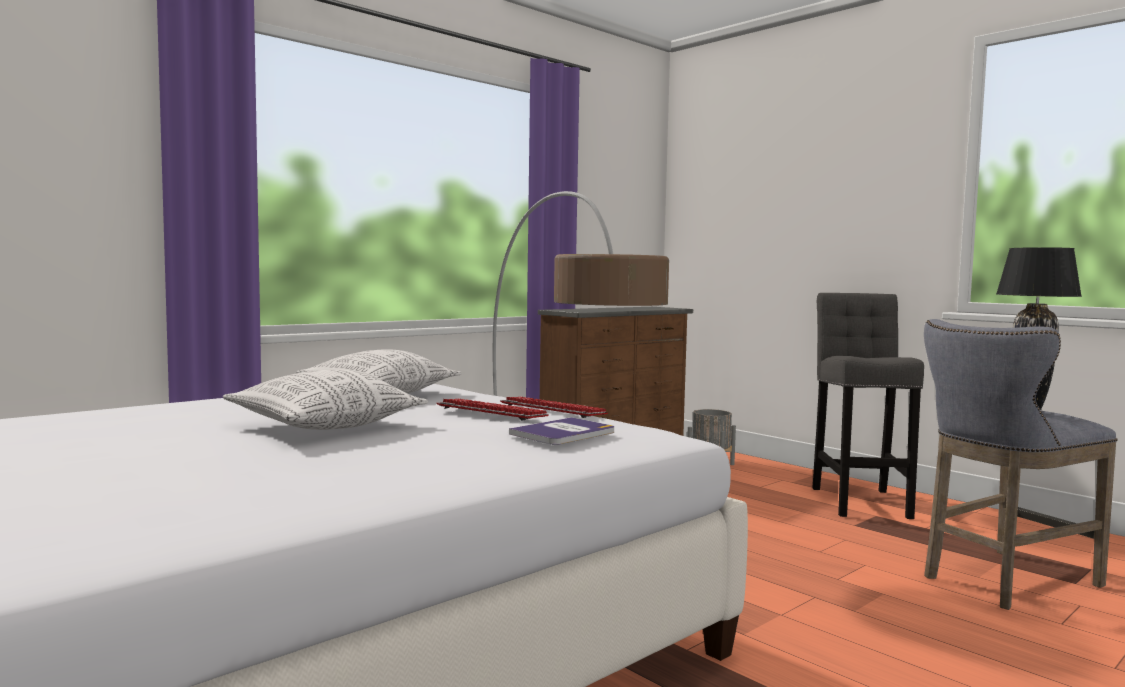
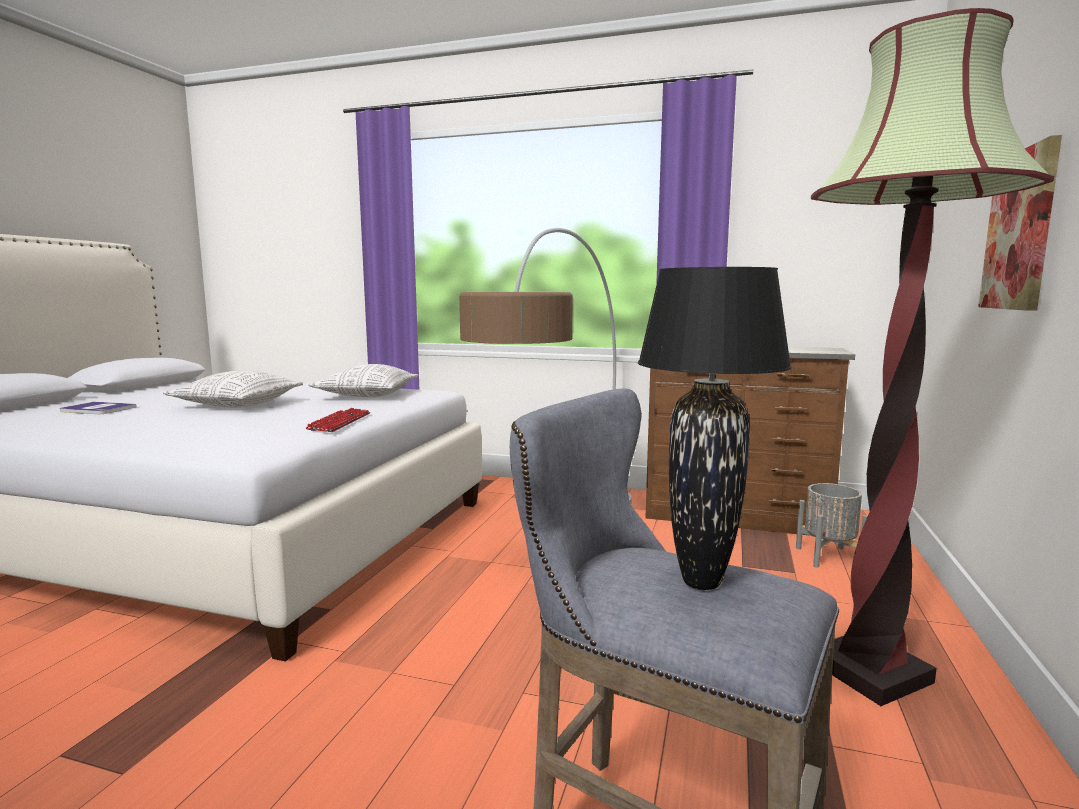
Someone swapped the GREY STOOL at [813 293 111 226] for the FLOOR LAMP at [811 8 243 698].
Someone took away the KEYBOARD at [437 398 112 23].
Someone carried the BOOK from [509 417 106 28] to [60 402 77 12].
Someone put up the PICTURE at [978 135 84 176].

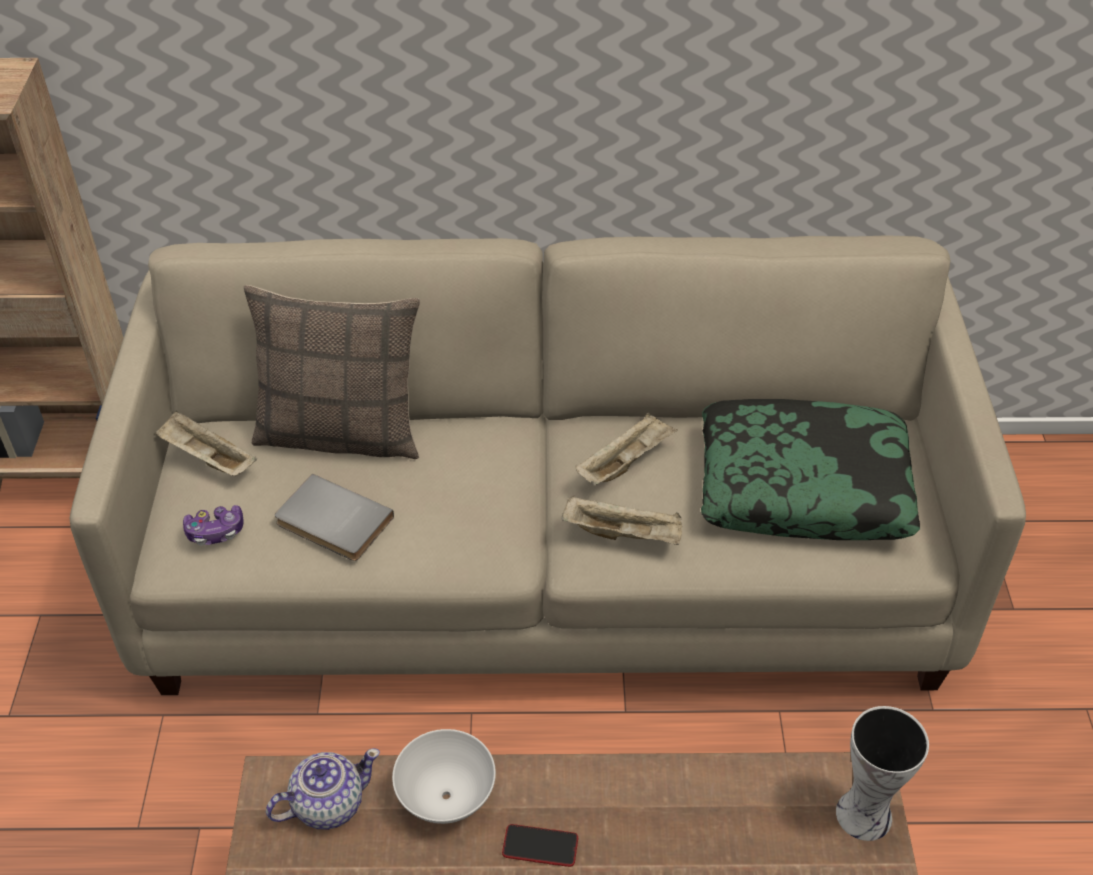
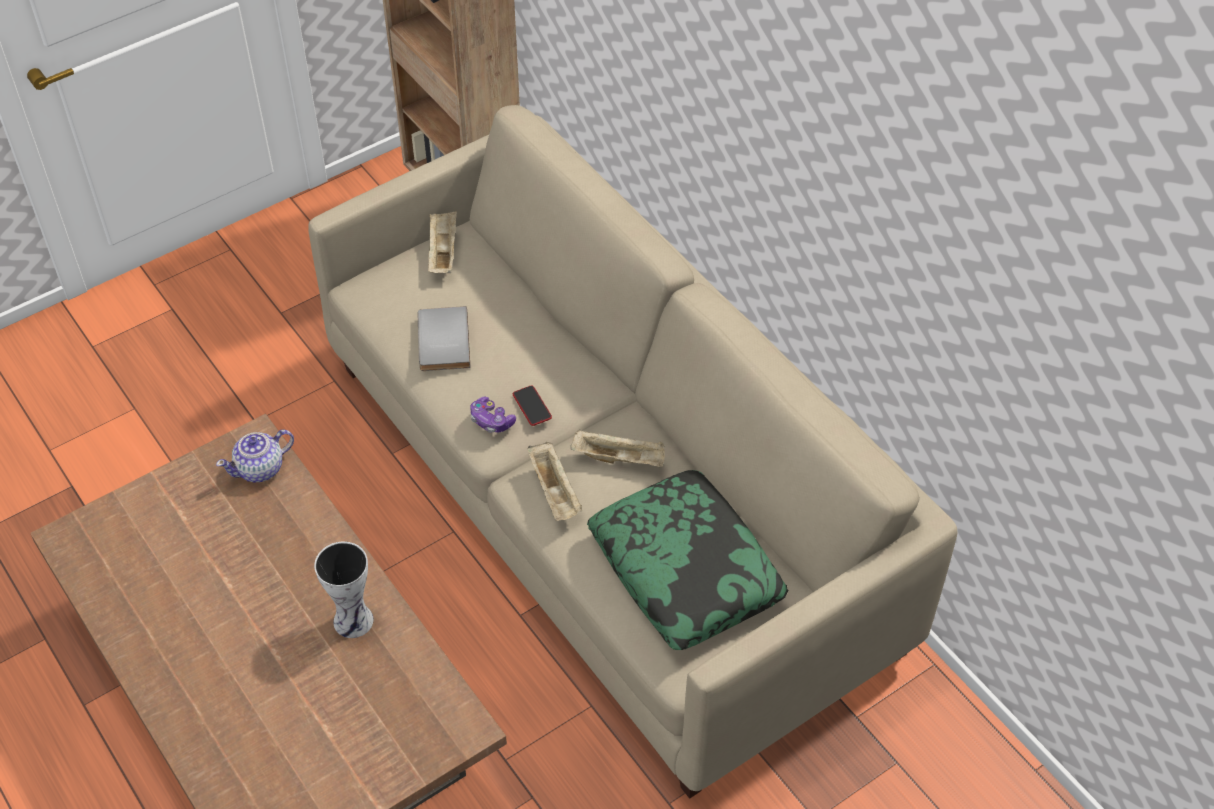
Someone took away the PILLOW at [244 285 176 174].
Someone carried the GAME CONTROLLER from [183 505 61 40] to [470 397 46 36].
Someone carried the VASE from [836 706 93 135] to [314 541 60 97].
Someone took away the WHITE BOWL at [392 729 104 95].
Someone rotated the TEAPOT at [266 748 114 82] by 120 degrees clockwise.
Someone carried the PHONE from [502 824 76 43] to [513 385 39 41].

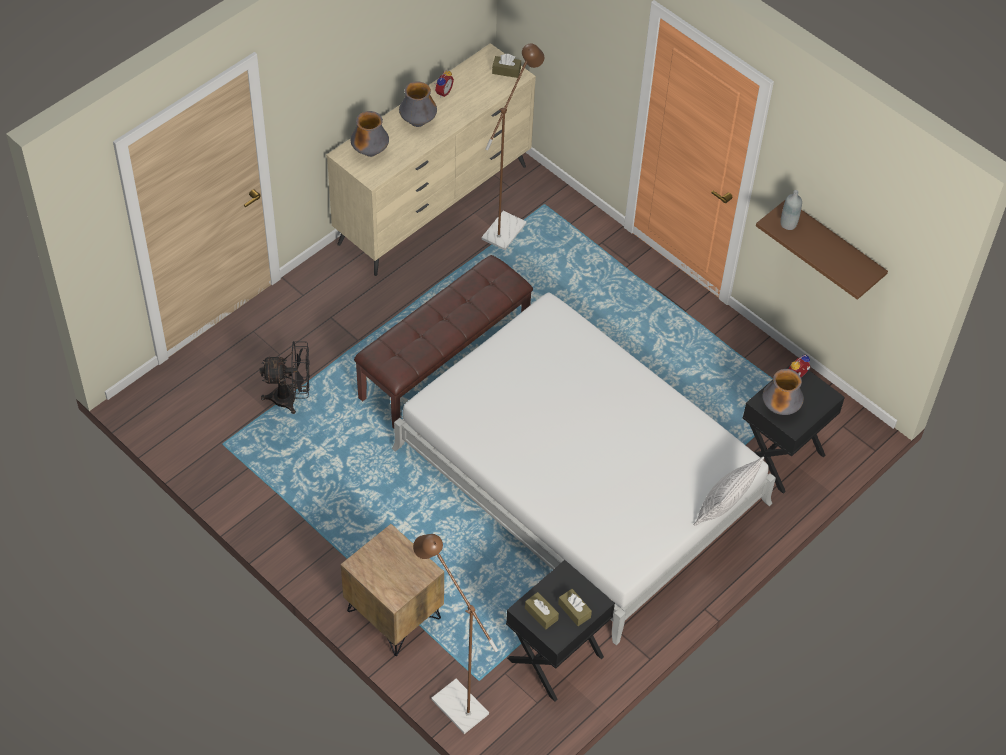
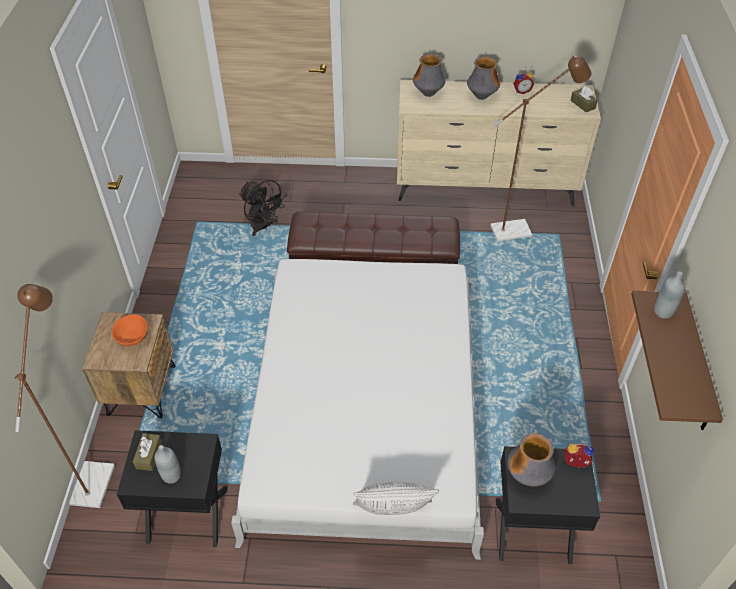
Someone swapped the BROWN TISSUE BOX at [558 589 34 37] for the GREY BOTTLE at [155 445 26 39].
Someone put down the ORANGE BOWL at [112 315 36 31].

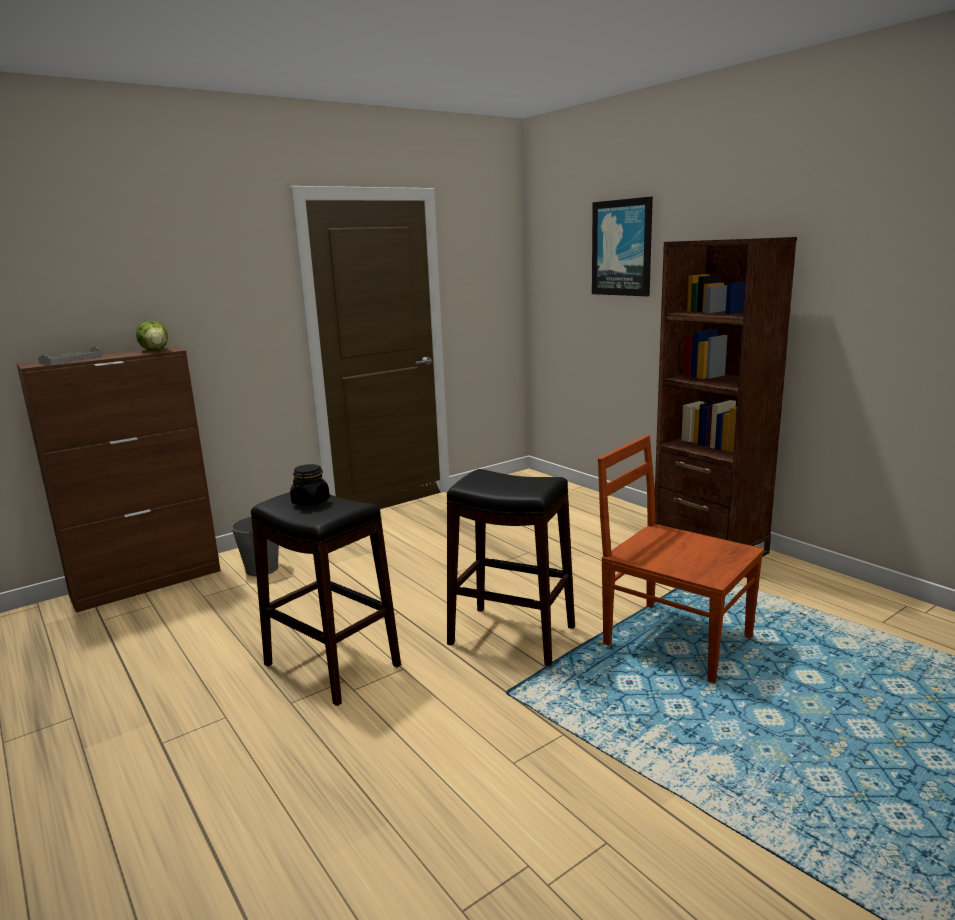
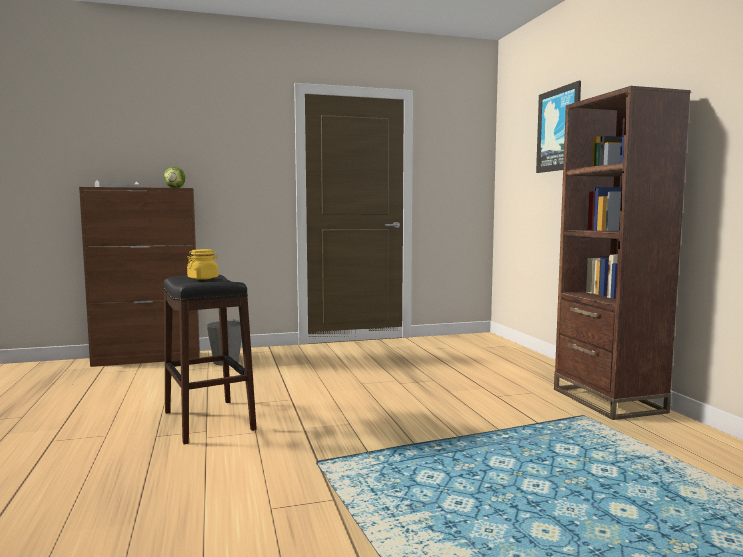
Someone took away the BROWN CHAIR at [598 435 166 248].
Someone repainted the BLACK JAR at [290 464 40 42], which became the YELLOW JAR at [187 249 31 31].
Someone took away the BLACK STOOL at [447 469 128 197].

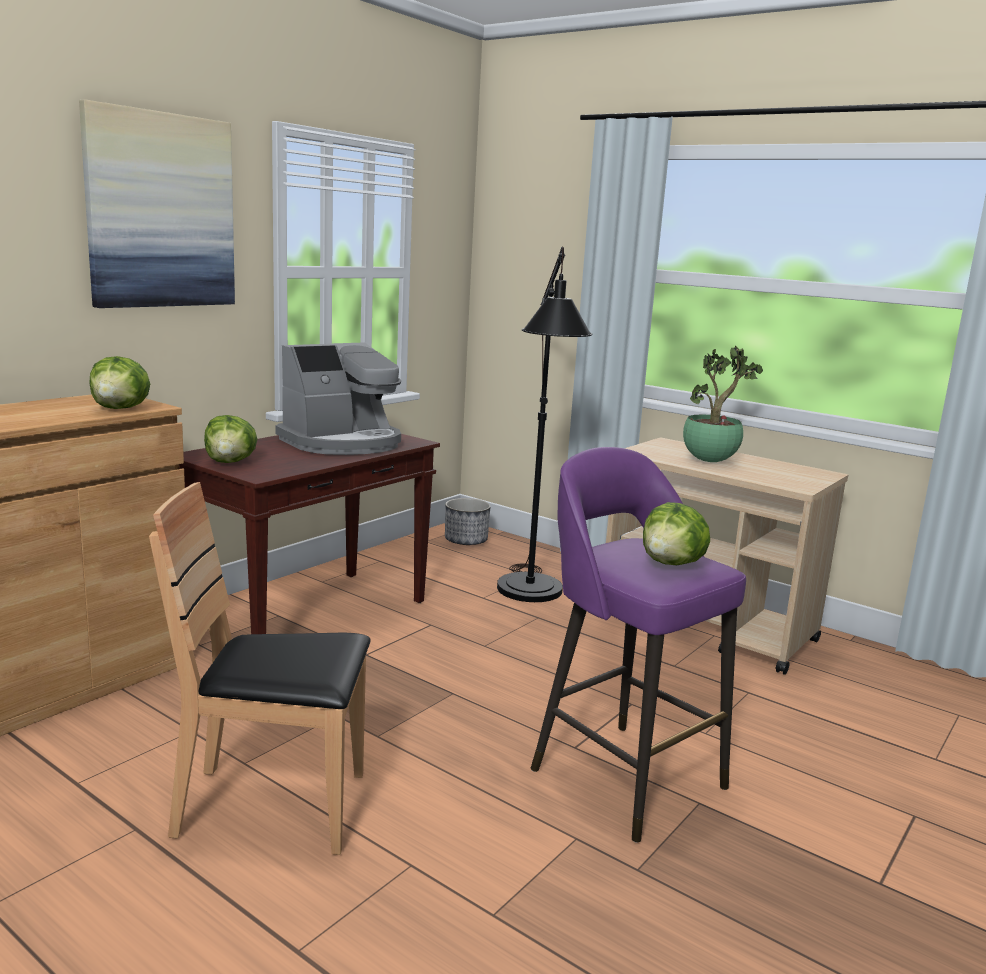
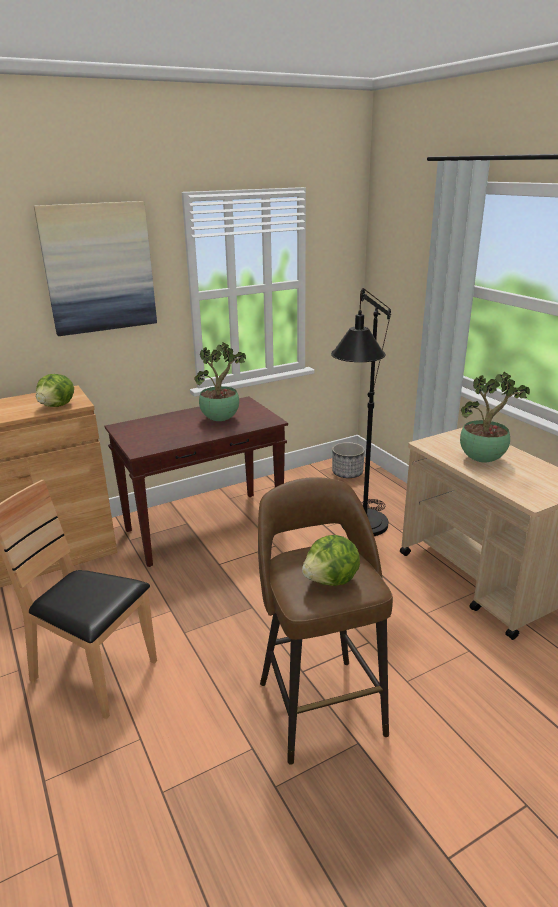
Someone swapped the COFFEE MACHINE at [275 343 126 112] for the POTTED PLANT at [194 342 52 79].
Someone took away the LETTUCE at [204 415 53 48].
Someone repainted the PURPLE STOOL at [531 447 215 396], which became the BROWN STOOL at [258 477 135 288].

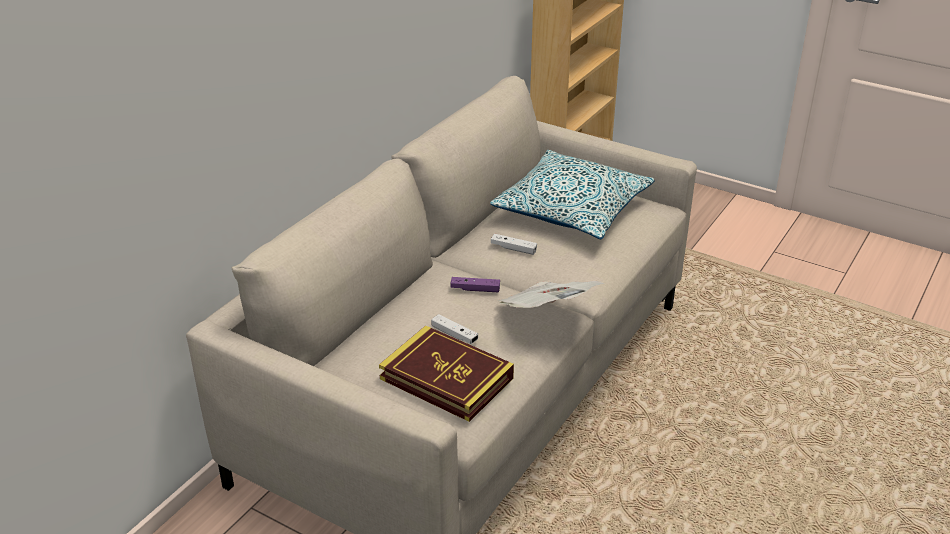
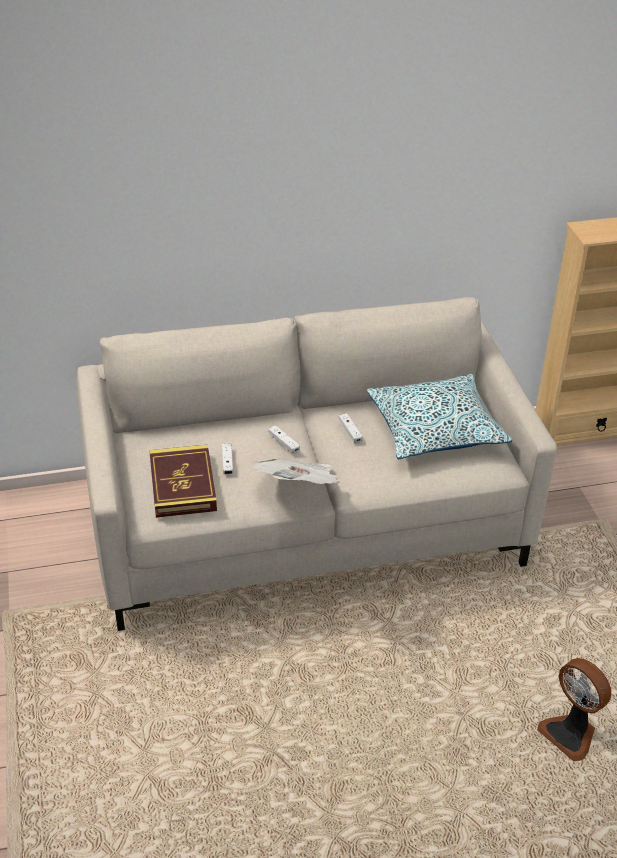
Someone repainted the PURPLE GAME CONTROLLER at [451 277 49 15], which became the WHITE GAME CONTROLLER at [268 425 32 29].
Someone put down the FAN at [537 658 74 103].

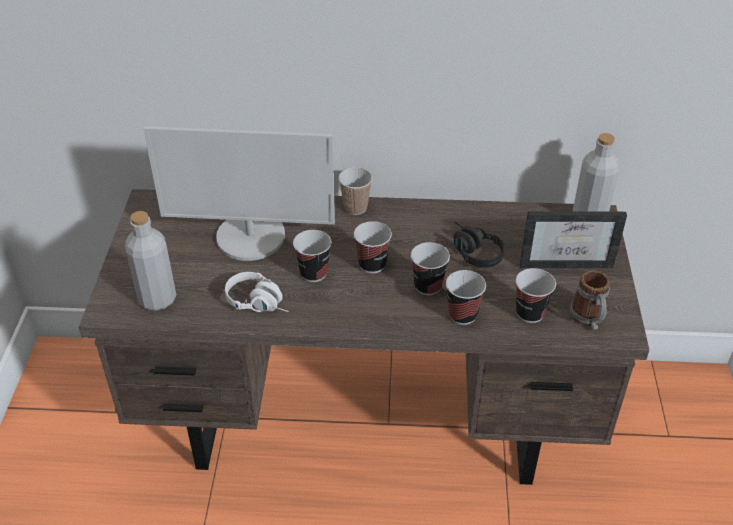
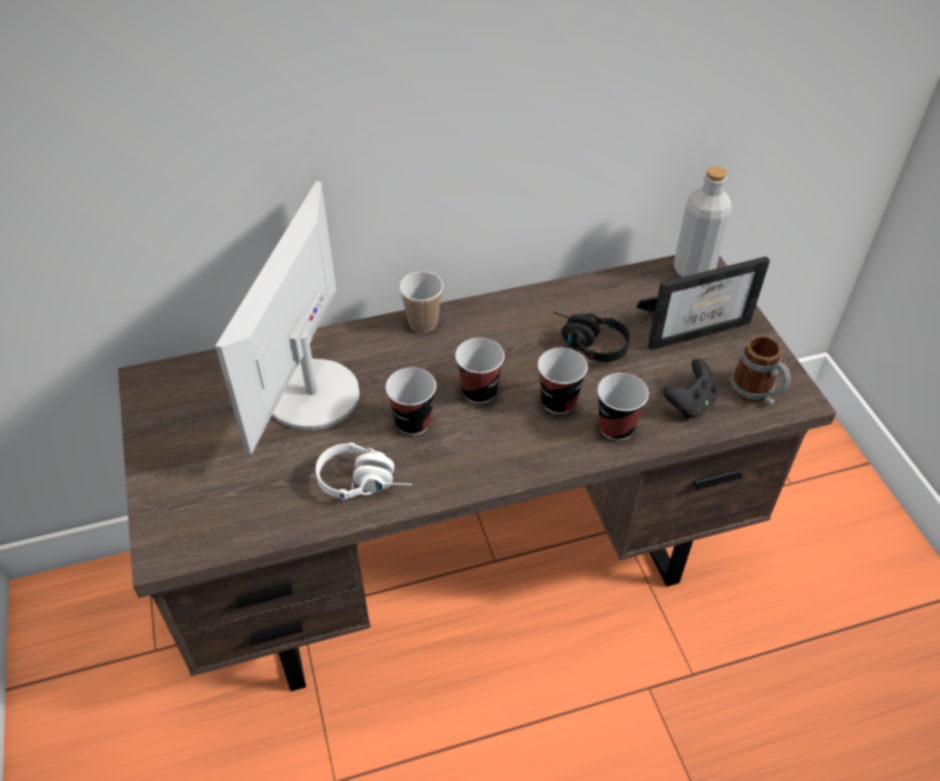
Someone rotated the MONITOR at [143 126 192 135] by 120 degrees clockwise.
Someone took away the GREY BOTTLE at [125 211 51 100].
Someone swapped the CUP at [516 268 40 55] for the BLACK GAME CONTROLLER at [663 359 55 60].

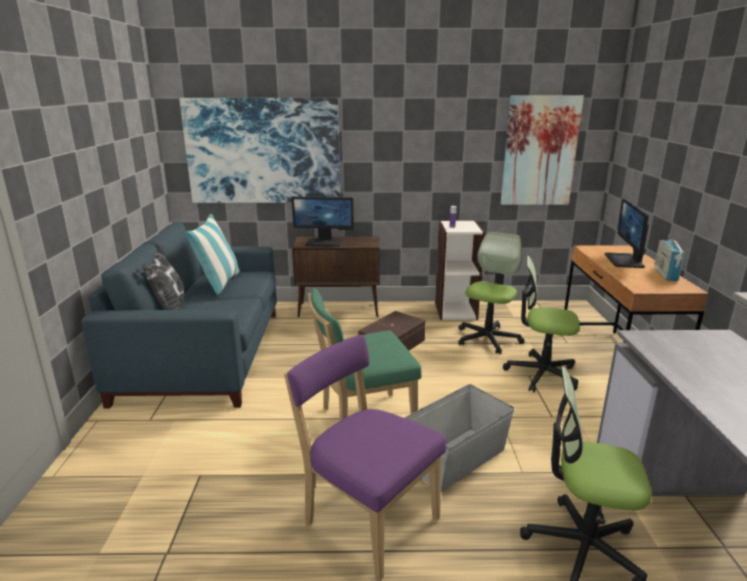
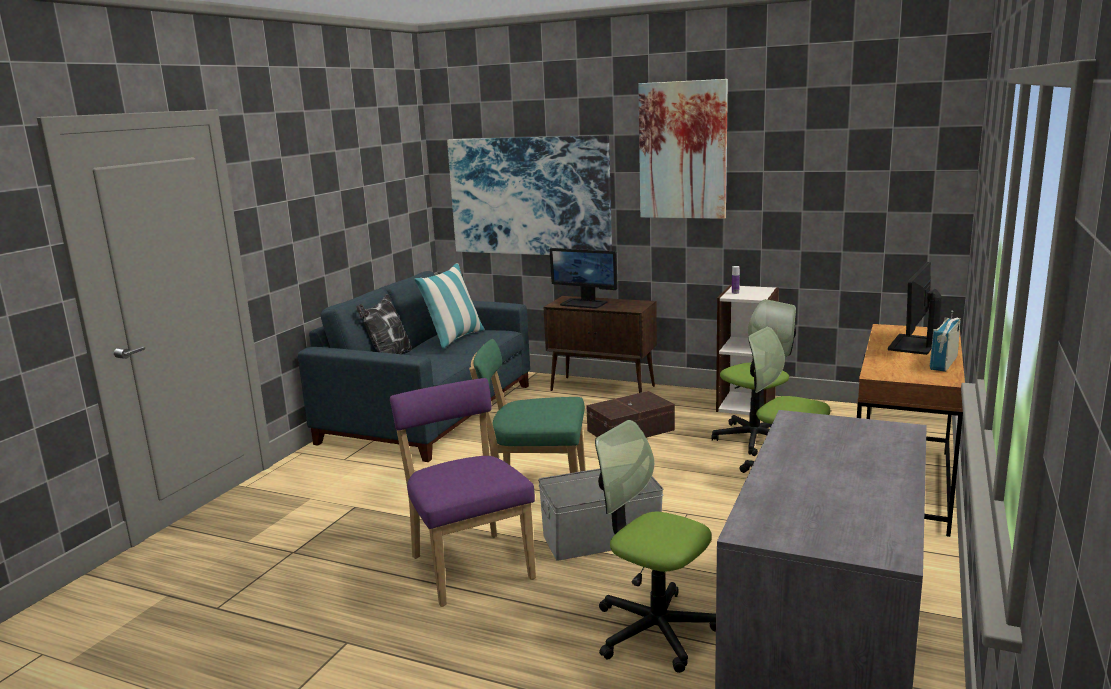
Someone carried the PICTURE from [501 95 83 110] to [638 79 90 140].

